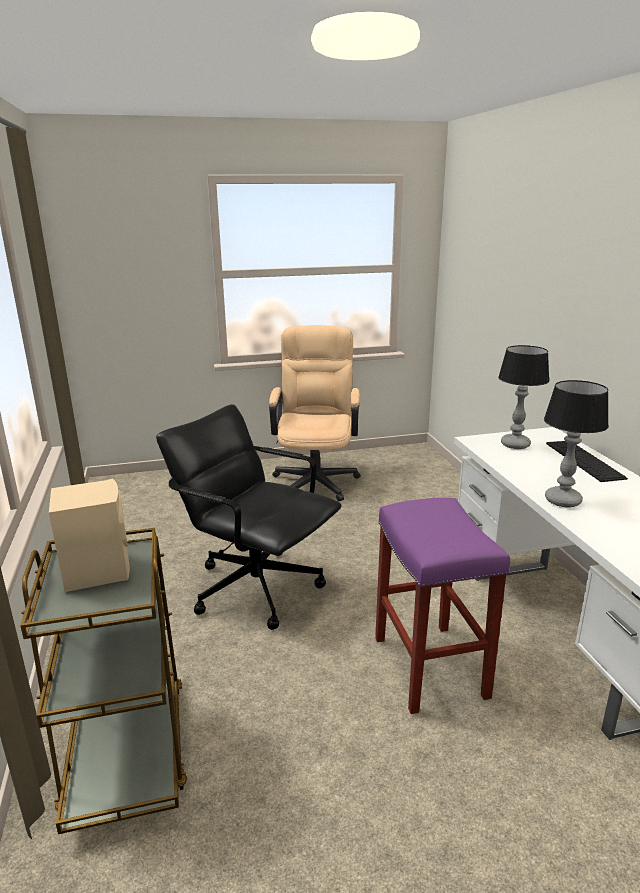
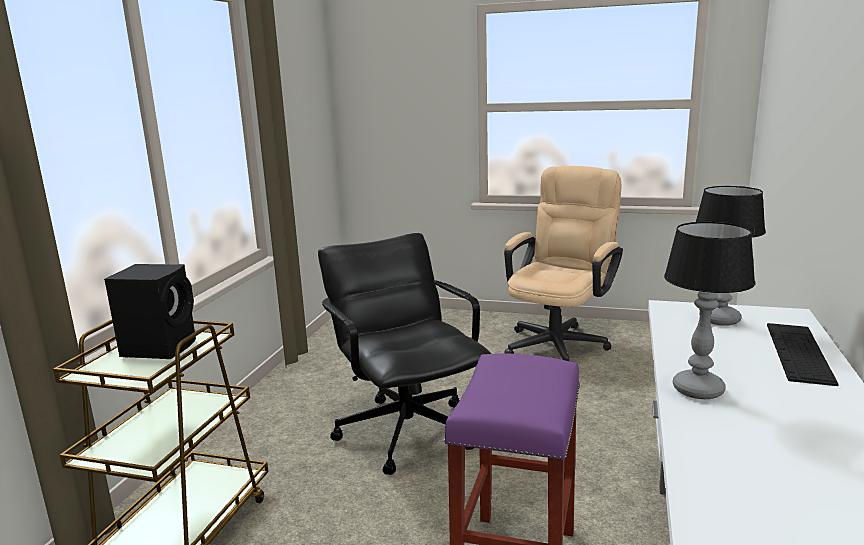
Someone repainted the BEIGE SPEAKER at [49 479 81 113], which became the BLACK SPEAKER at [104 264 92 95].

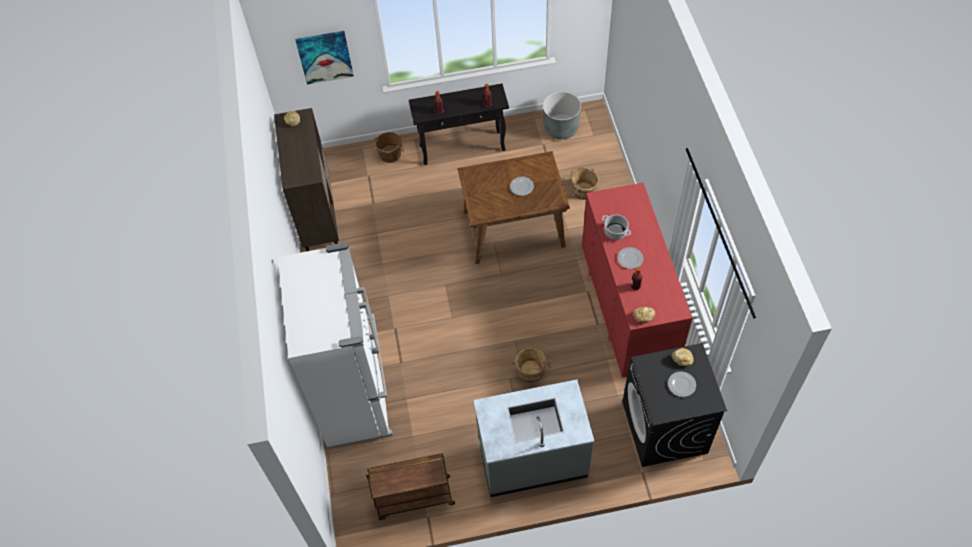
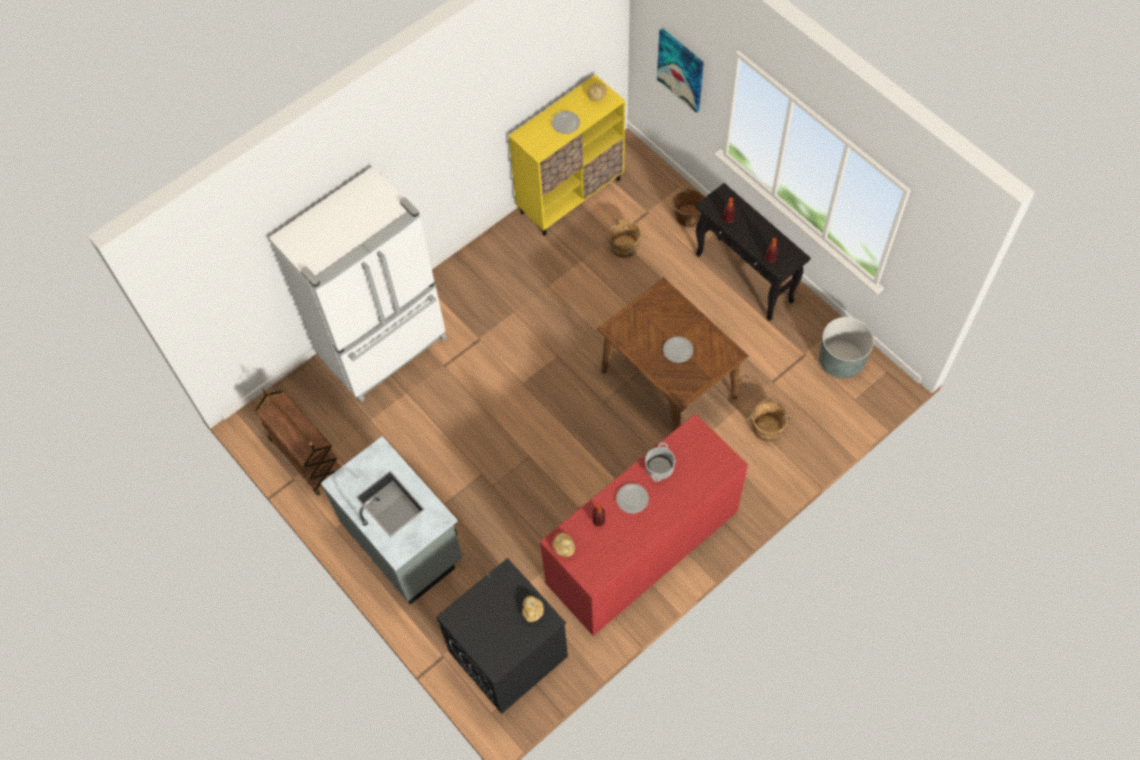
Someone repainted the BROWN CABINET at [274 108 65 144], which became the YELLOW CABINET at [508 75 117 160].
Someone carried the BROWN BUCKET from [511 348 40 35] to [606 219 35 39].
Someone carried the PLATE from [668 371 28 26] to [552 111 28 23].

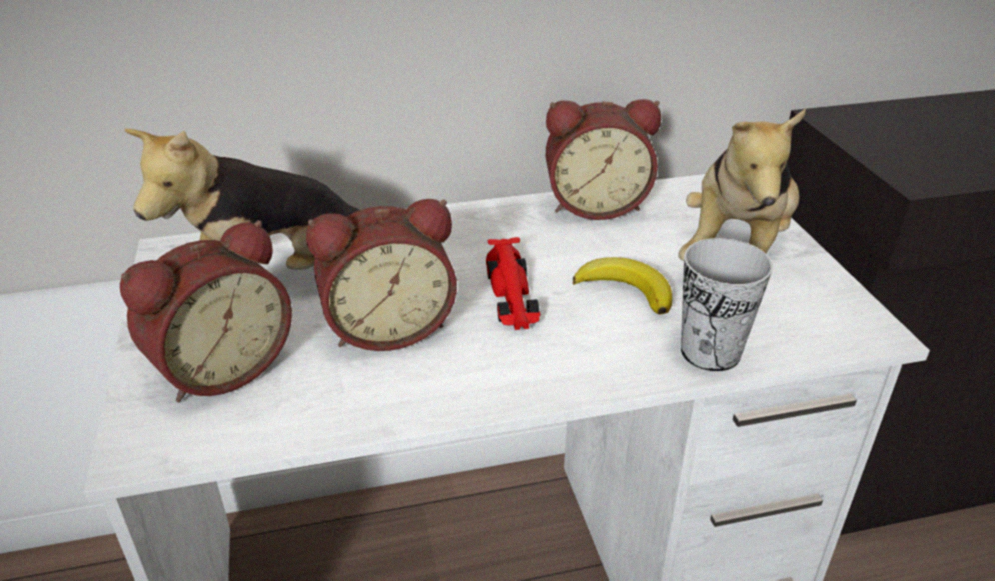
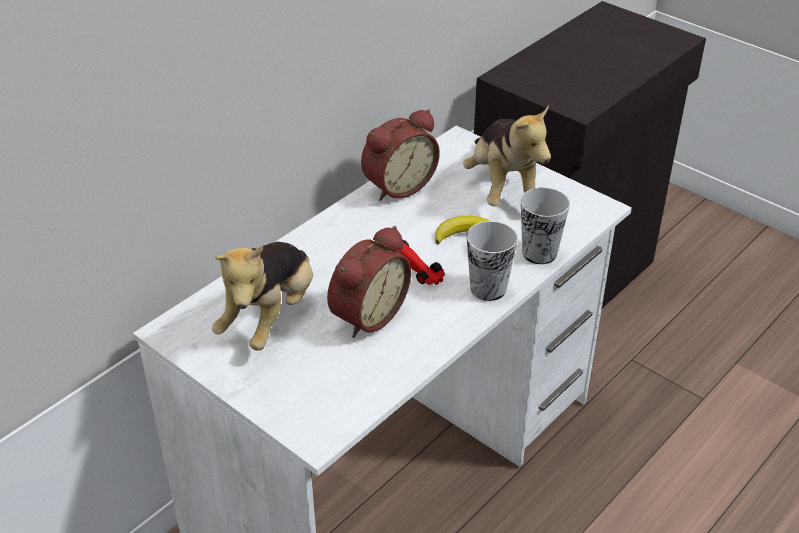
Someone took away the ALARM CLOCK at [120 220 172 182].
Someone put down the CUP at [467 221 51 80].

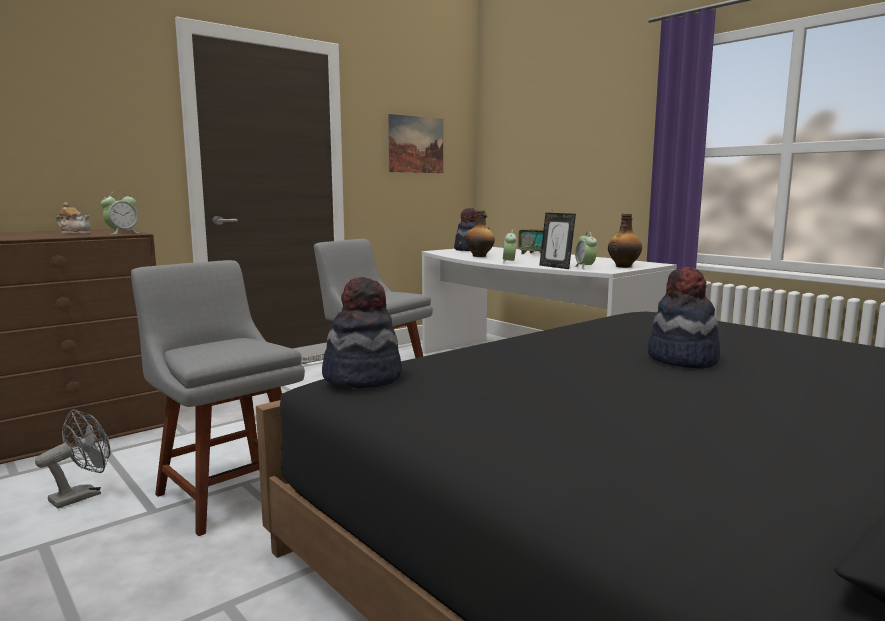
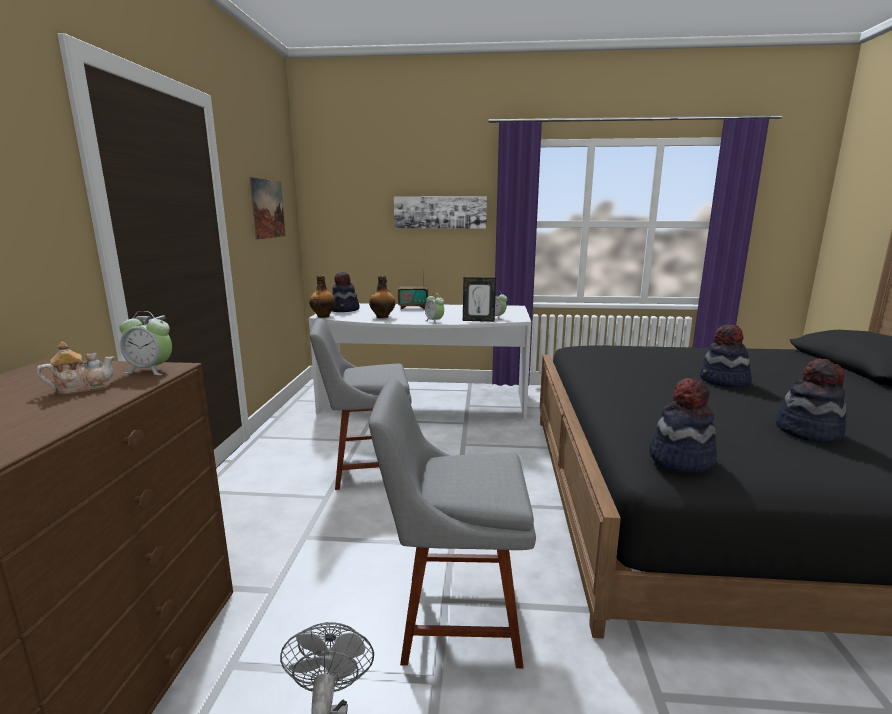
Someone rotated the ALARM CLOCK at [101 191 39 43] by 105 degrees clockwise.
Someone carried the BOTTLE from [608 213 34 55] to [309 275 27 43].
Someone put up the PICTURE at [394 196 93 33].
Someone put down the HAT at [776 358 71 85].

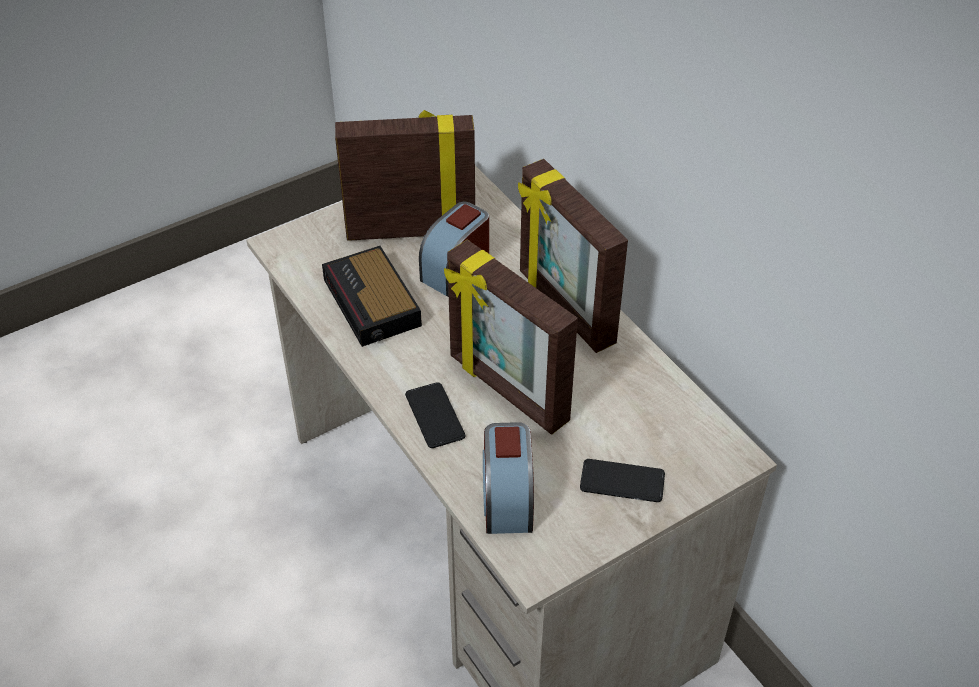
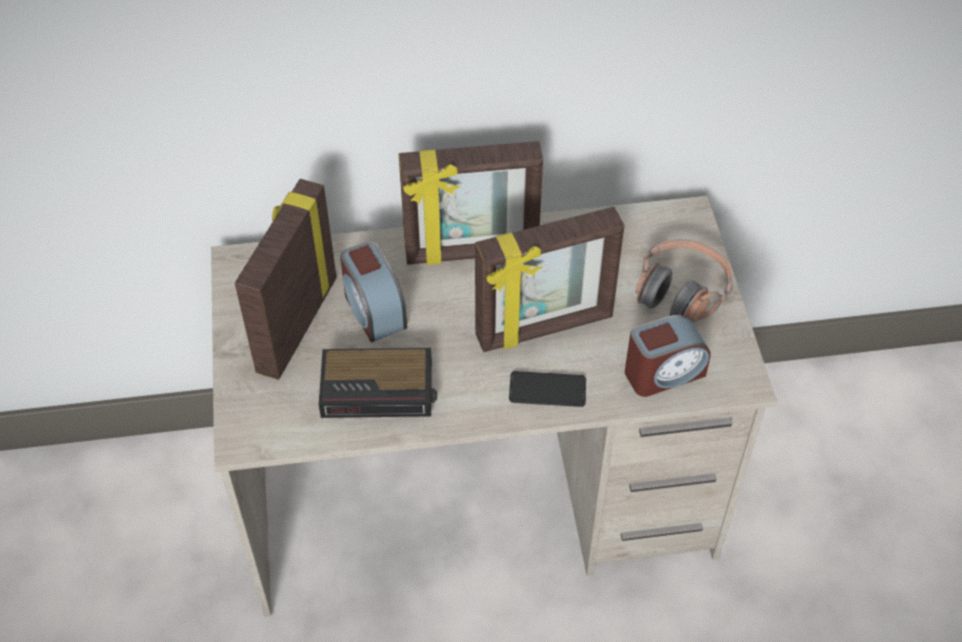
Someone rotated the ALARM CLOCK at [483 422 51 112] by 45 degrees counterclockwise.
Someone swapped the PHONE at [580 459 85 43] for the HEADPHONES at [636 239 97 84].

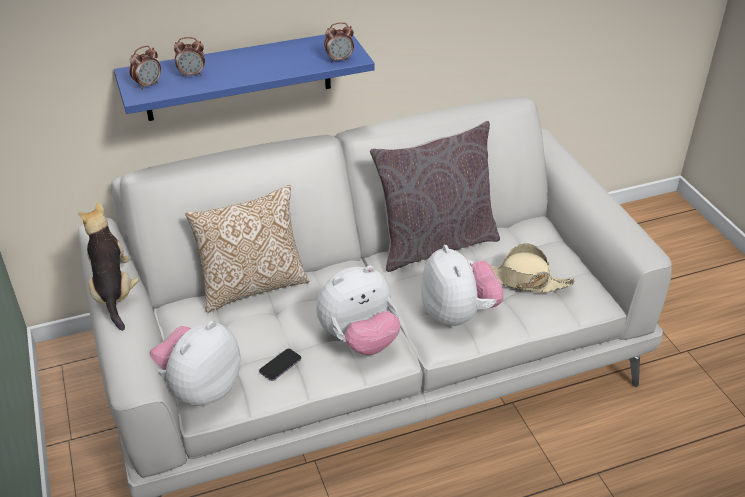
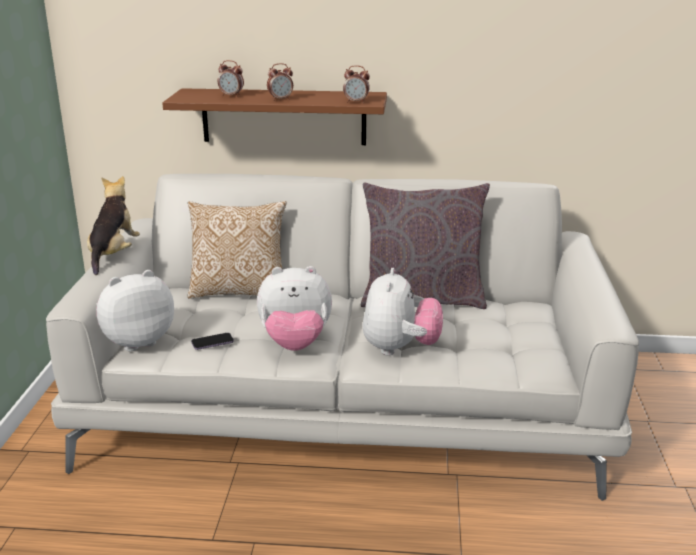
Someone repainted the BLUE SHELF at [114 35 261 86], which became the BROWN SHELF at [162 88 225 57].
Someone carried the ALARM CLOCK from [129 46 32 44] to [267 63 26 38].
Someone took away the BEIGE HAT at [491 243 83 50].

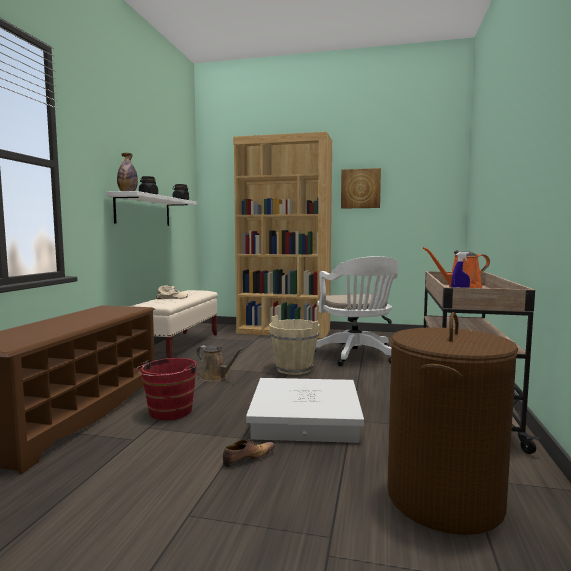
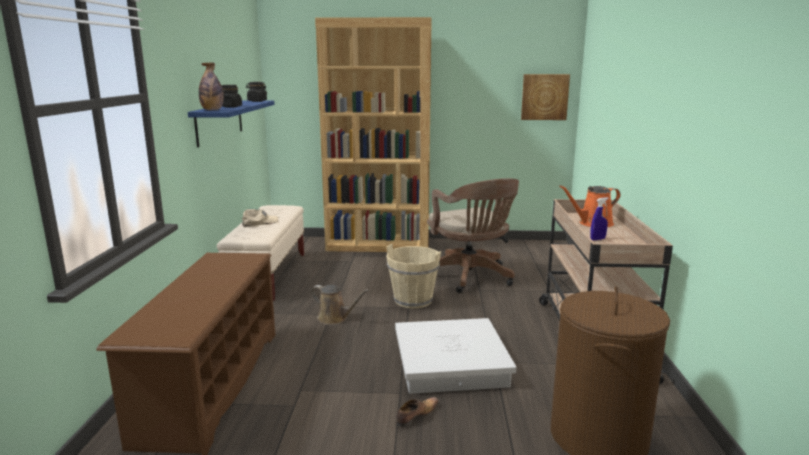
Someone carried the PICTURE from [341 168 40 41] to [521 74 49 46].
Someone repainted the WHITE SHELF at [106 191 91 35], which became the BLUE SHELF at [188 101 87 47].
Someone repainted the WHITE OFFICE CHAIR at [315 256 84 110], which became the BROWN OFFICE CHAIR at [427 178 92 115].
Someone took away the RED BUCKET at [136 358 61 62].

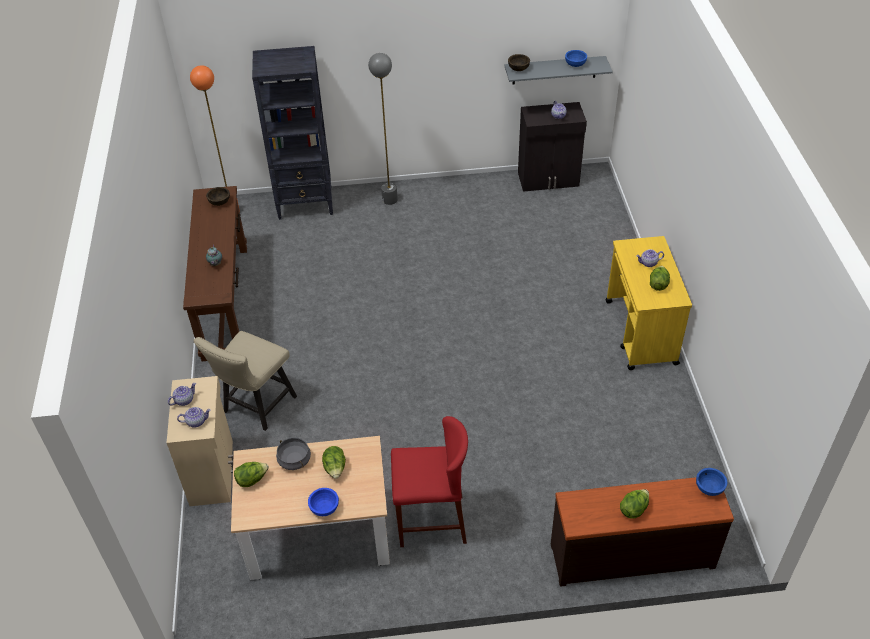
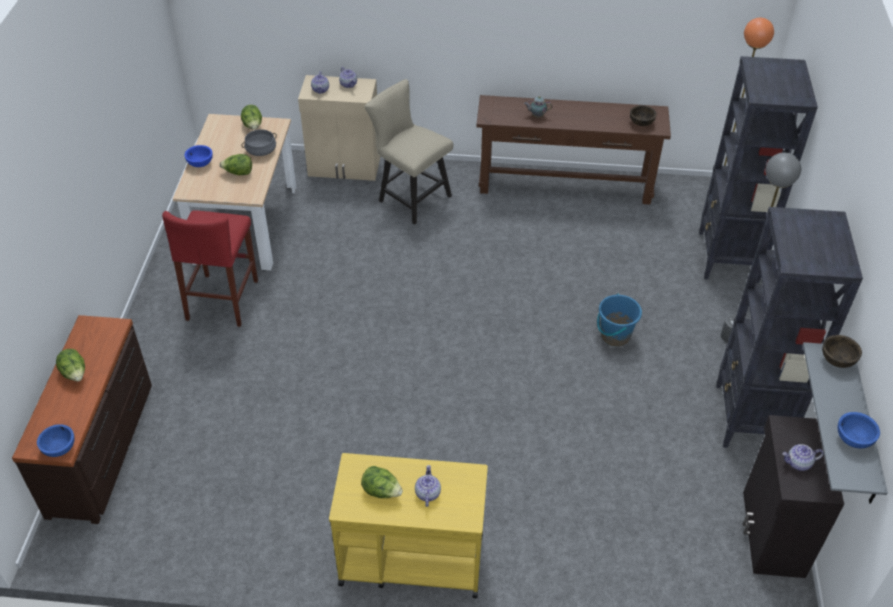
Someone put down the BLACK BOOKCASE at [716 207 147 241].
Someone put down the BLUE BUCKET at [597 294 45 53].

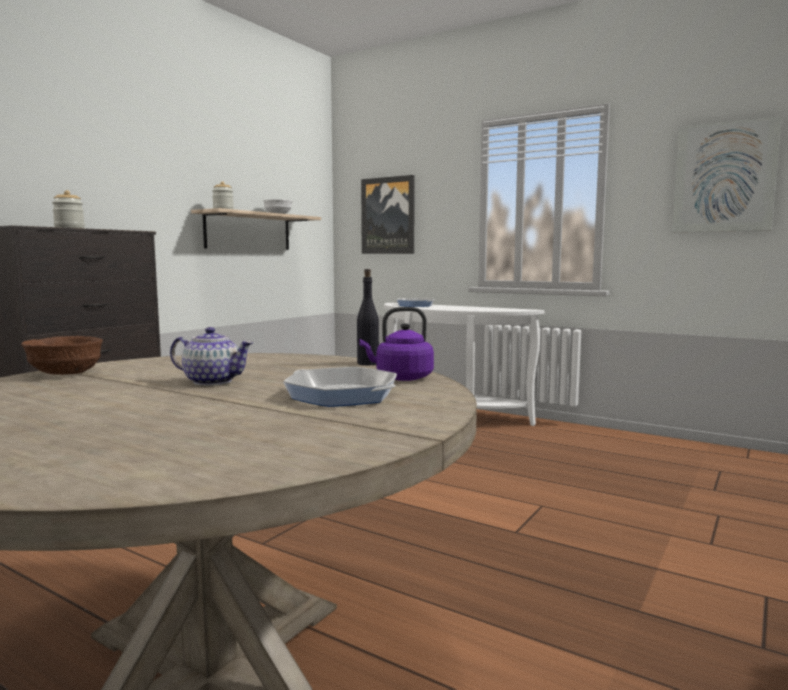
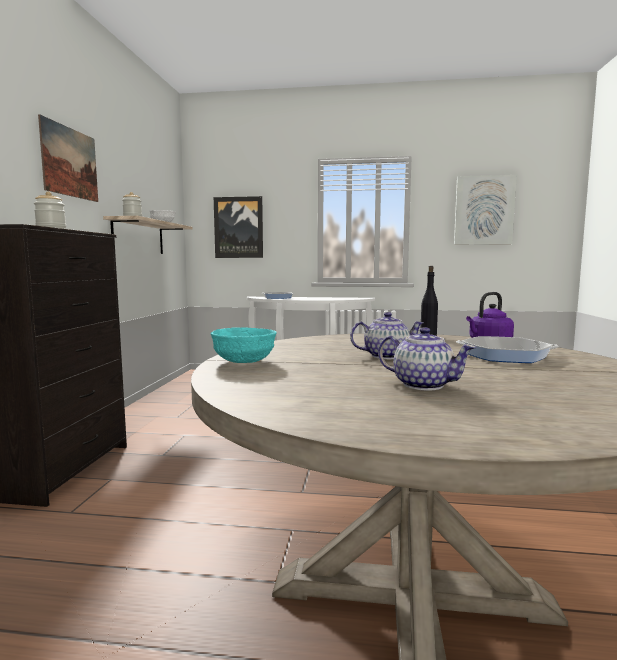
Someone repainted the BROWN BOWL at [21 336 82 39], which became the TURQUOISE BOWL at [211 327 66 36].
Someone put up the PICTURE at [38 114 60 88].
Someone put down the TEAPOT at [378 327 98 64].

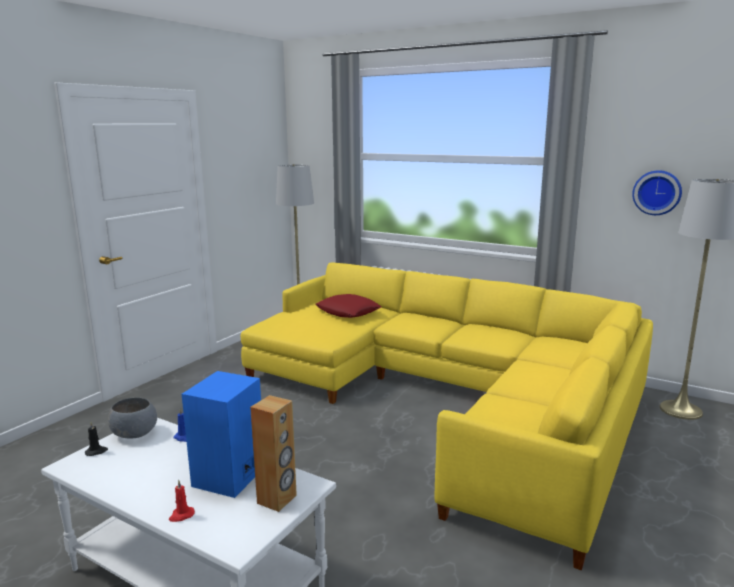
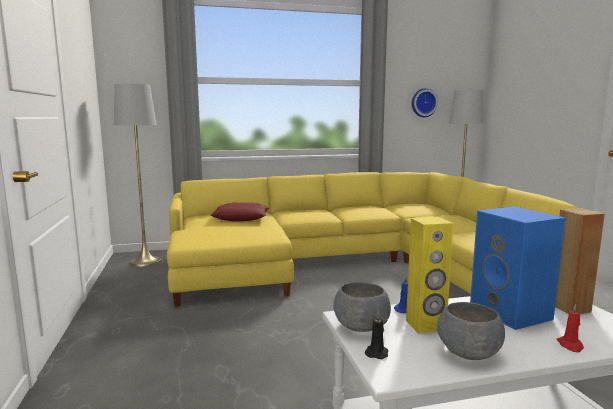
Someone put down the YELLOW SPEAKER at [406 217 47 116].
Someone put down the GREY BOWL at [437 302 68 58].

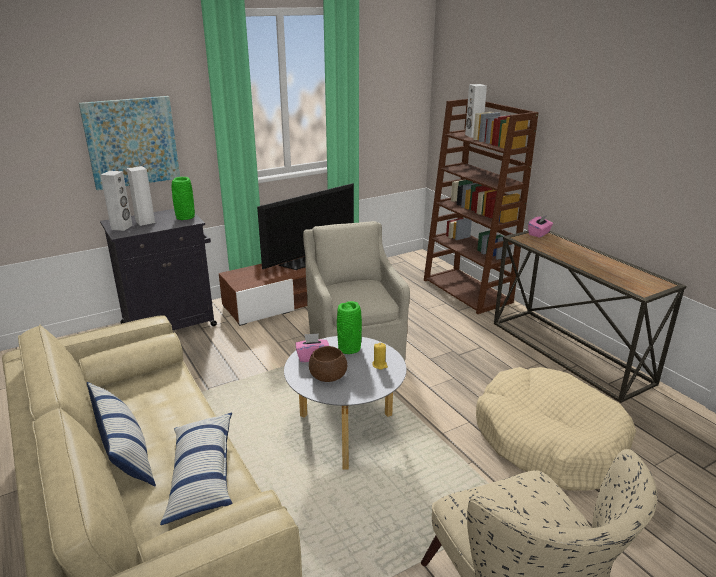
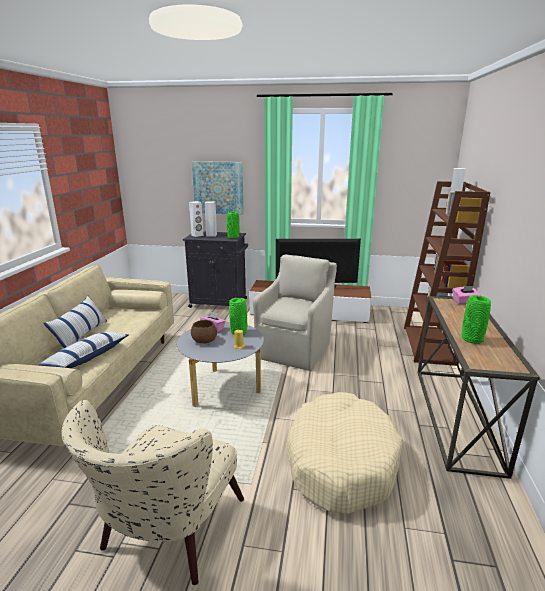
Someone put down the GREEN VASE at [461 295 30 49].

